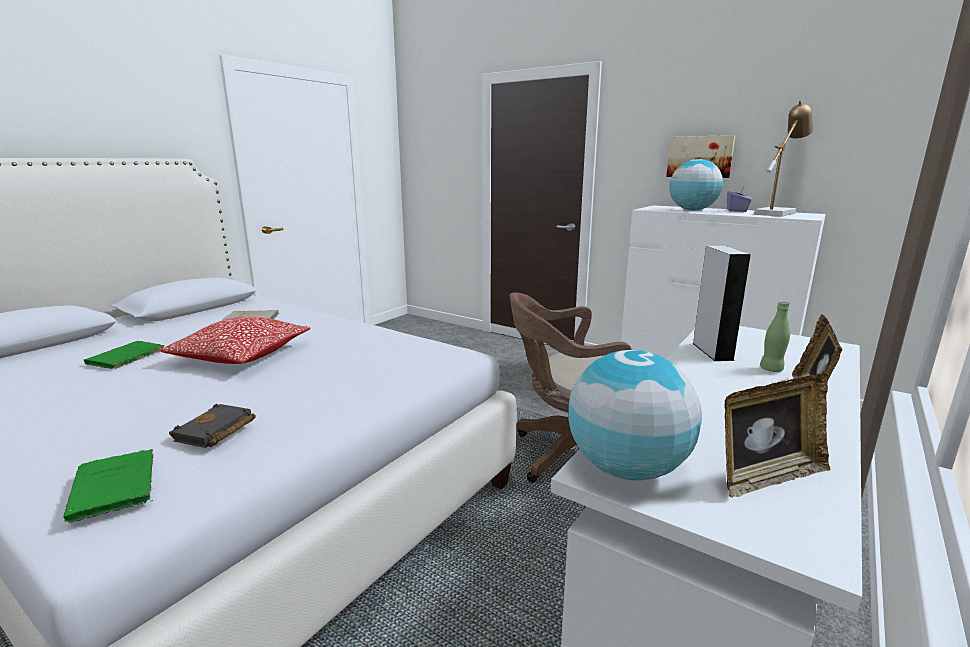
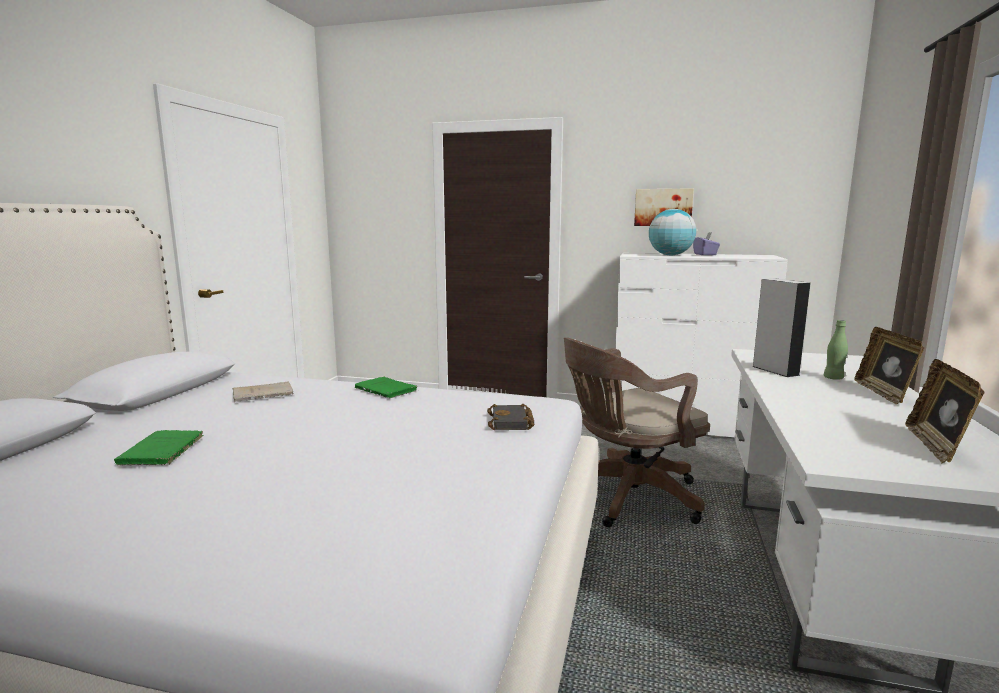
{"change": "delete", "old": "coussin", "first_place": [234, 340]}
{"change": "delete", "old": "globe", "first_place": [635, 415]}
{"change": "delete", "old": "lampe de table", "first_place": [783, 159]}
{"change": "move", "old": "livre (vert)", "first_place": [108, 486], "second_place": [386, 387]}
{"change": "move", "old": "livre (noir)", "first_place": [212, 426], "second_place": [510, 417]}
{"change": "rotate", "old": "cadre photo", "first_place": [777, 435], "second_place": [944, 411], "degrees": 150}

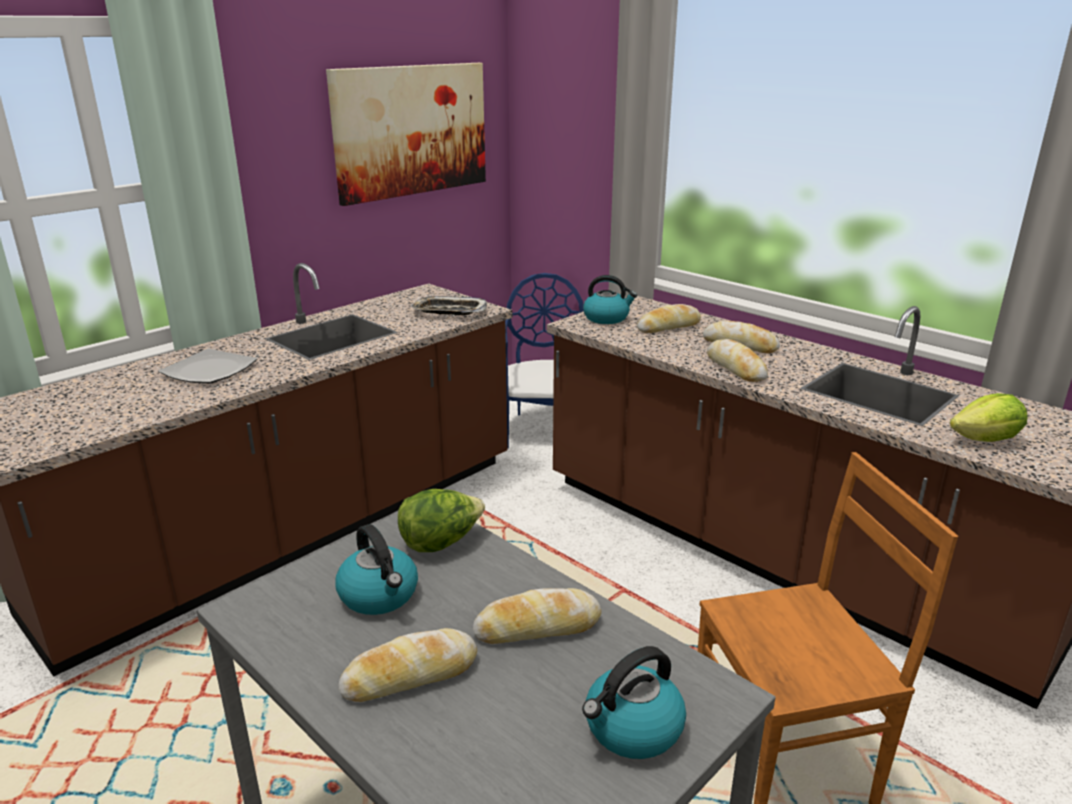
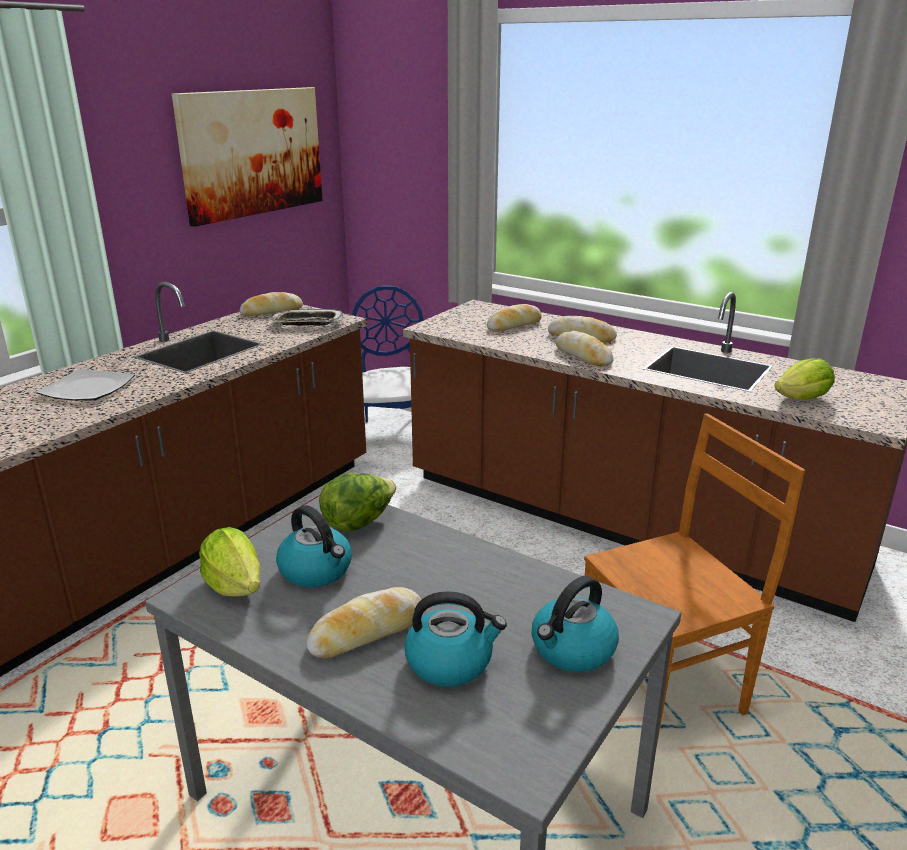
{"change": "insert", "new": "laitue", "second_place": [229, 562]}
{"change": "move", "old": "pain", "first_place": [537, 616], "second_place": [271, 304]}
{"change": "move", "old": "bouilloire", "first_place": [610, 299], "second_place": [455, 639]}

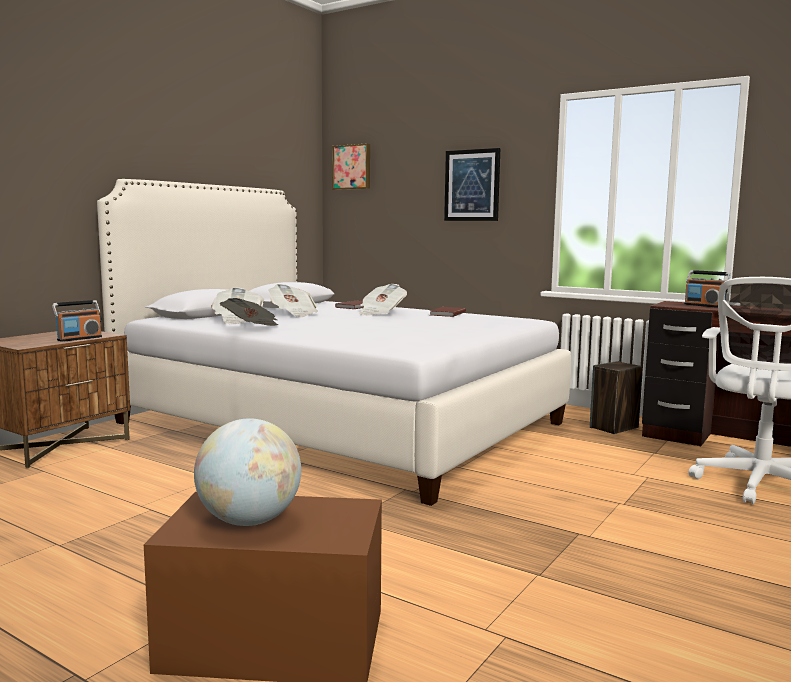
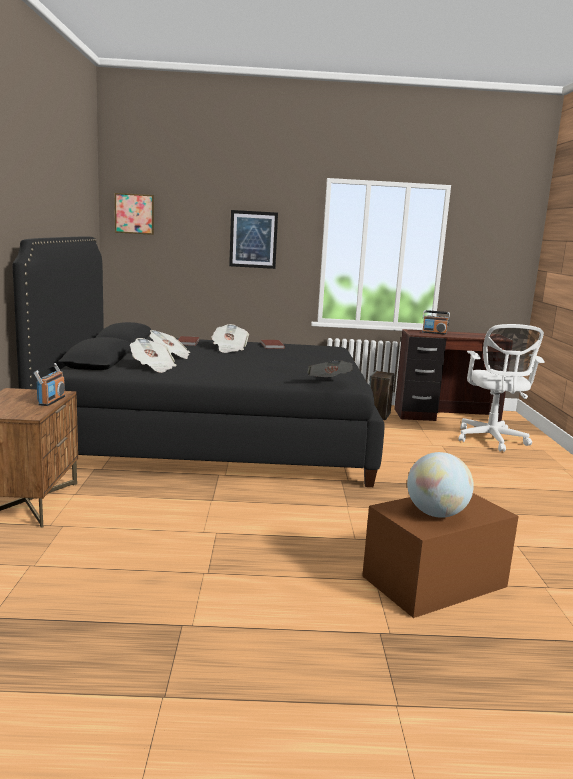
{"change": "move", "old": "journal", "first_place": [249, 312], "second_place": [330, 368]}
{"change": "recolor", "old": "lit (blanc)", "new": "lit (noir)", "first_place": [334, 342], "second_place": [198, 361]}

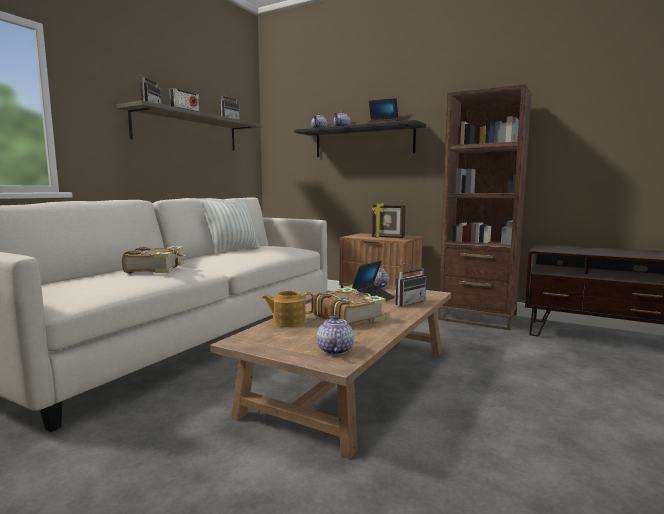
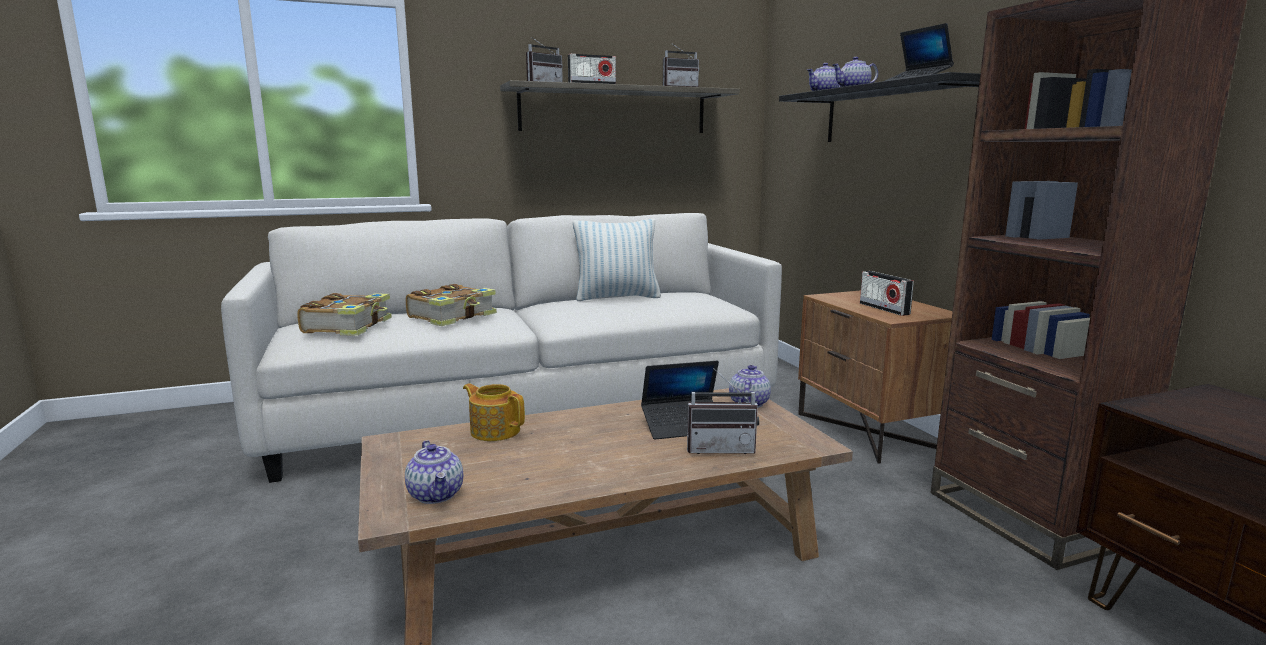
{"change": "move", "old": "livre", "first_place": [348, 306], "second_place": [344, 314]}
{"change": "replace", "old": "cadre photo", "new": "radio", "first_place": [389, 220], "second_place": [887, 293]}
{"change": "rotate", "old": "théière", "first_place": [335, 335], "second_place": [434, 472], "degrees": 120}

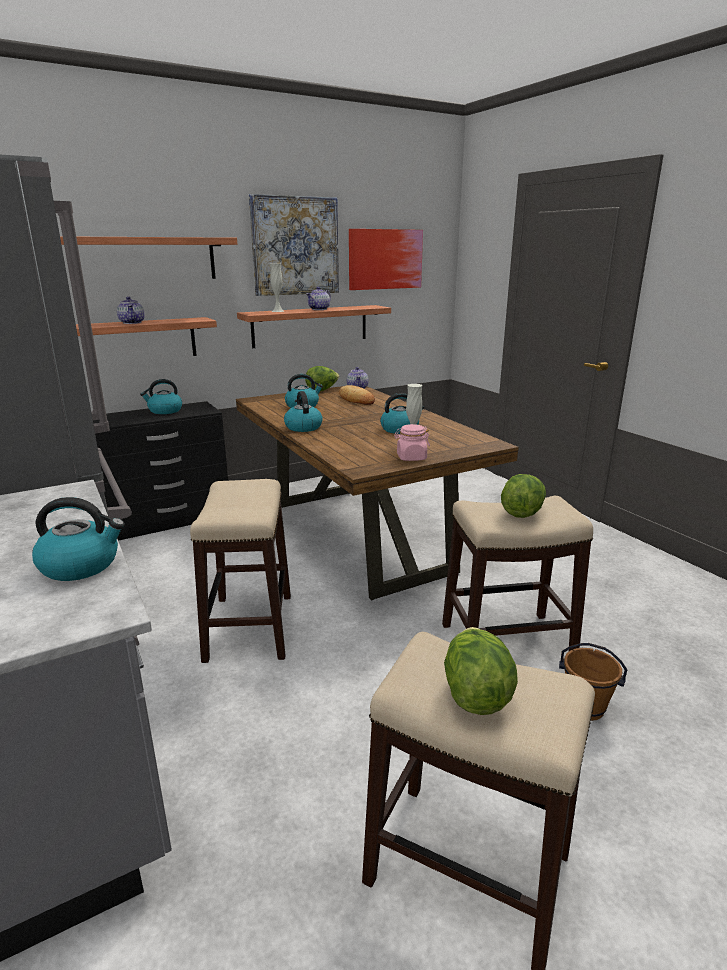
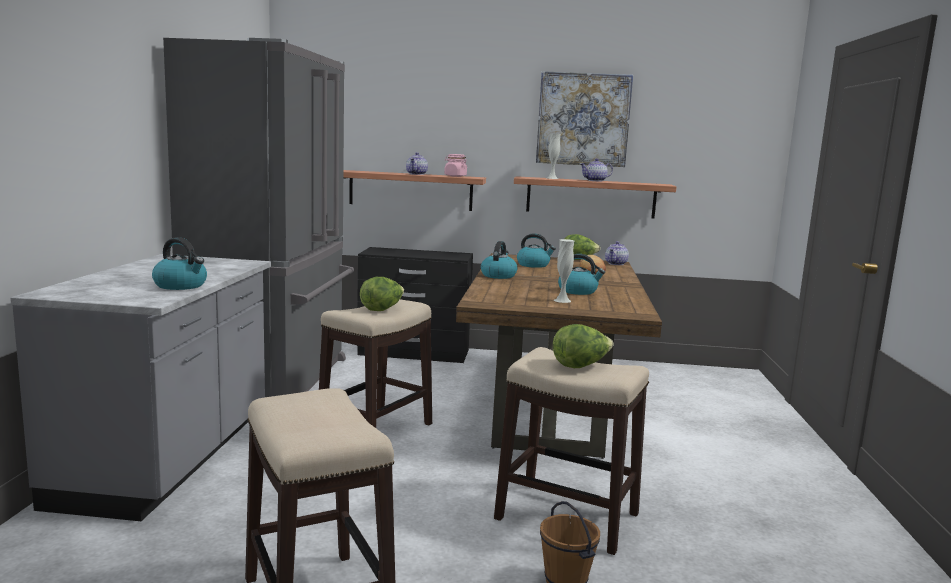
{"change": "delete", "old": "étagère", "first_place": [148, 257]}
{"change": "delete", "old": "bouilloire", "first_place": [161, 396]}
{"change": "delete", "old": "tableau", "first_place": [386, 259]}
{"change": "move", "old": "bocal (rose)", "first_place": [412, 442], "second_place": [455, 165]}
{"change": "move", "old": "laitue", "first_place": [481, 671], "second_place": [382, 294]}

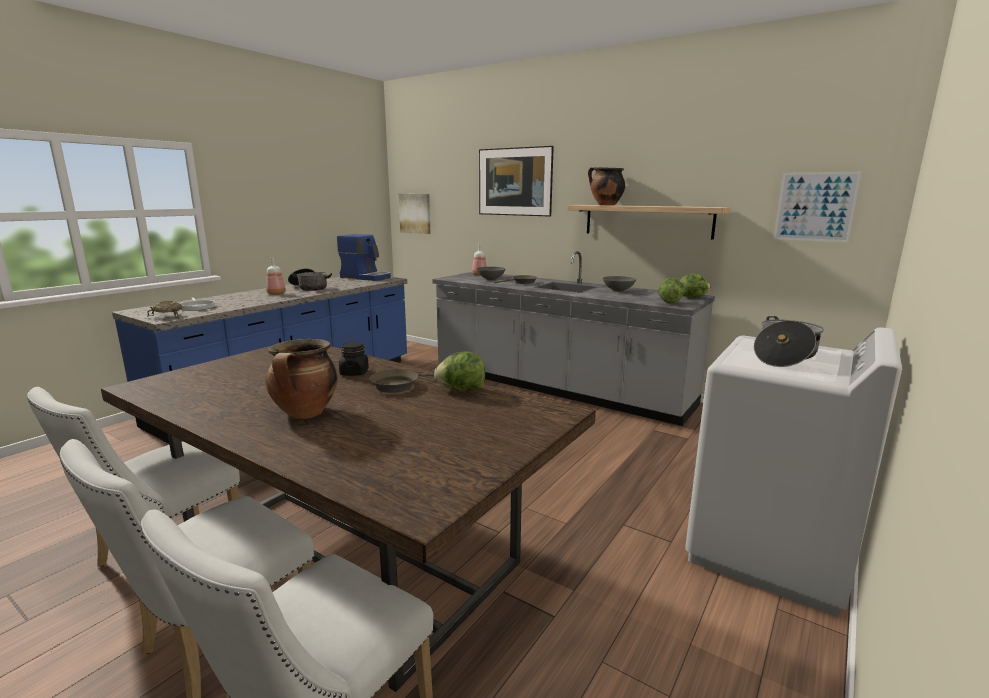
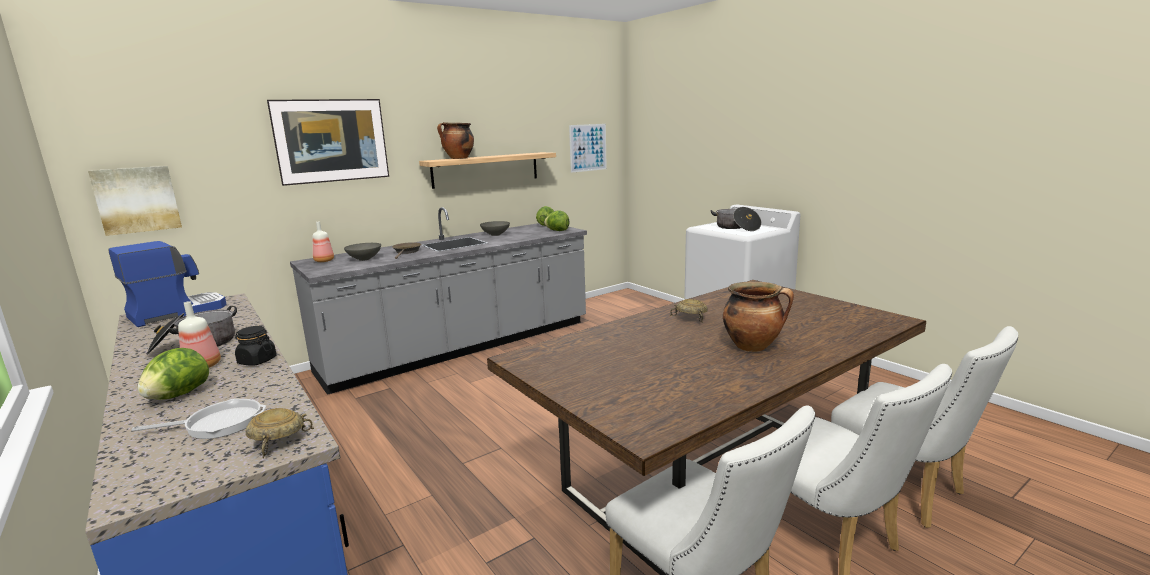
{"change": "move", "old": "bocal (noir)", "first_place": [354, 359], "second_place": [256, 346]}
{"change": "move", "old": "laitue", "first_place": [459, 371], "second_place": [173, 374]}
{"change": "replace", "old": "poêle (marron)", "new": "bol (beige)", "first_place": [401, 381], "second_place": [688, 311]}

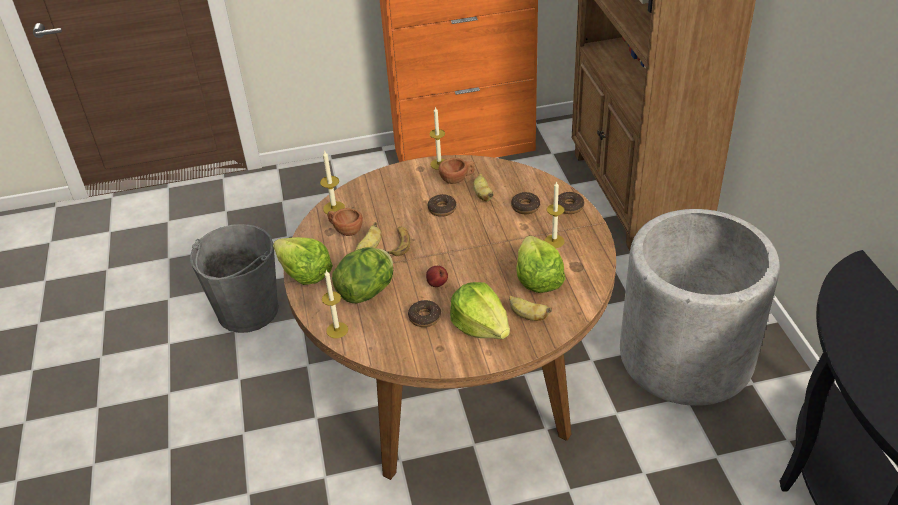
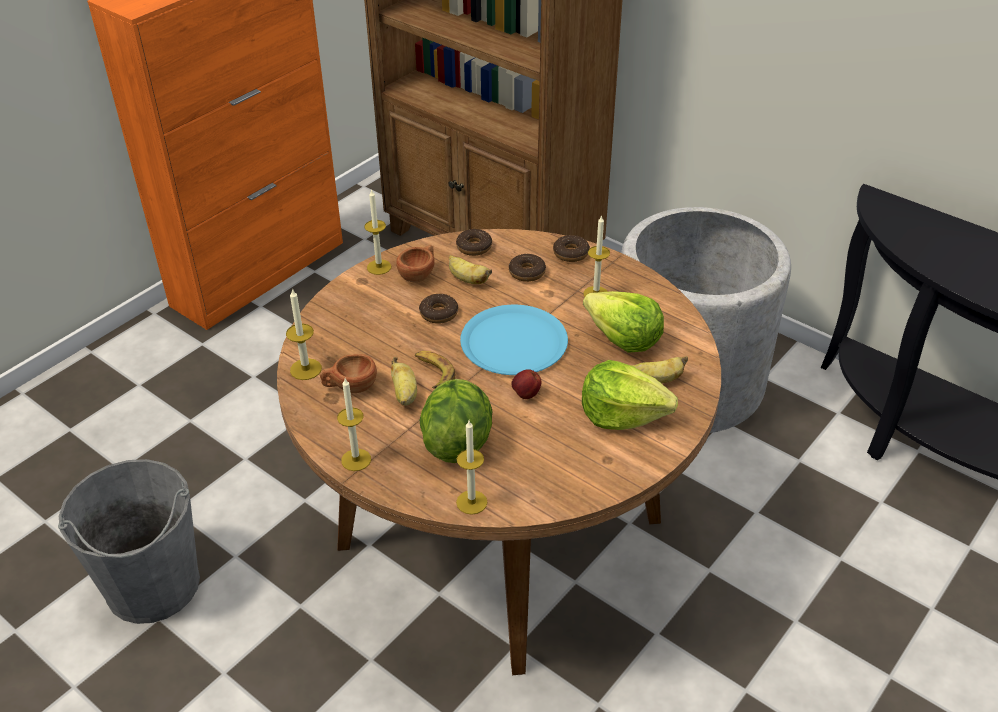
{"change": "insert", "new": "assiette (bleu)", "second_place": [514, 340]}
{"change": "move", "old": "beignet", "first_place": [424, 313], "second_place": [474, 242]}
{"change": "replace", "old": "laitue", "new": "bougie", "first_place": [303, 261], "second_place": [354, 424]}

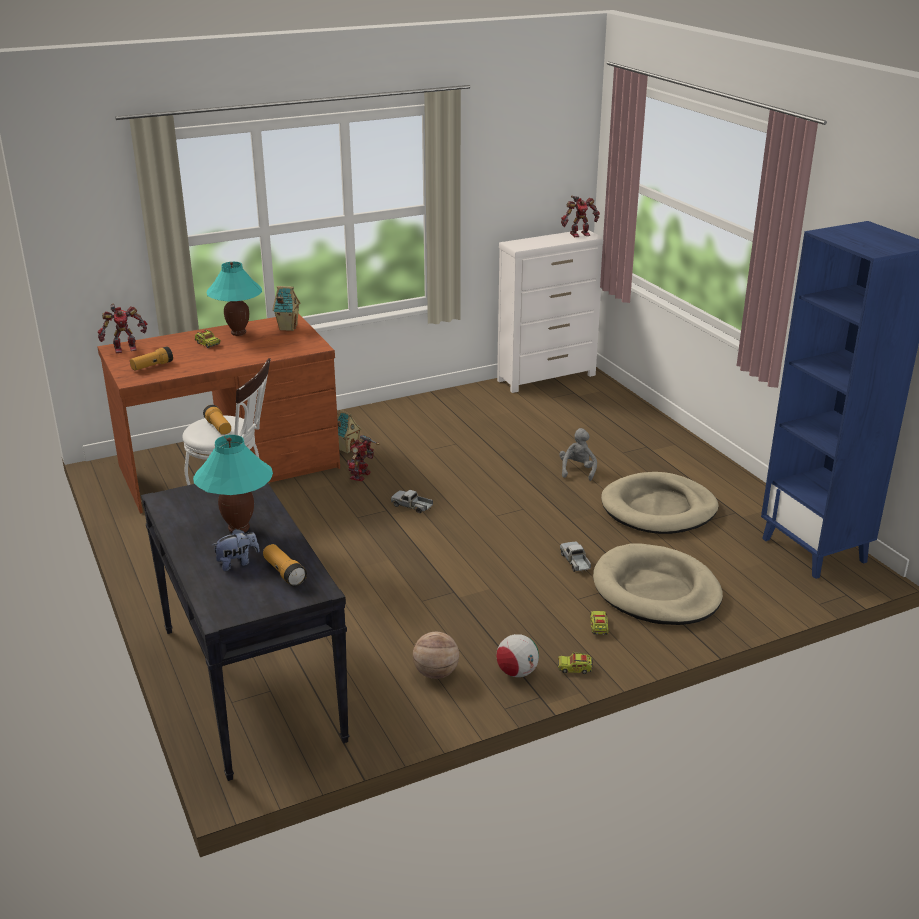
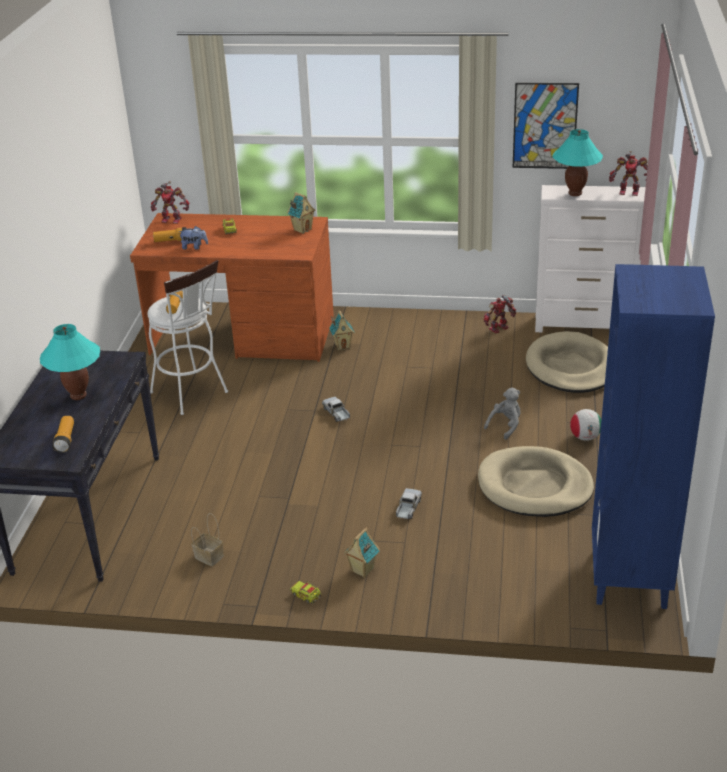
{"change": "insert", "new": "tableau", "second_place": [546, 126]}
{"change": "move", "old": "lampe de table (turquoise)", "first_place": [234, 299], "second_place": [577, 162]}
{"change": "move", "old": "peluche", "first_place": [236, 550], "second_place": [193, 238]}
{"change": "move", "old": "robot jouet", "first_place": [363, 458], "second_place": [500, 314]}
{"change": "move", "old": "ballon de foot", "first_place": [517, 655], "second_place": [585, 425]}
{"change": "move", "old": "panier pour chien (beige)", "first_place": [658, 584], "second_place": [567, 362]}
{"change": "replace", "old": "ballon de basket", "new": "panier", "first_place": [436, 655], "second_place": [207, 539]}
{"change": "replace", "old": "camion jouet", "new": "maison miniature", "first_place": [599, 623], "second_place": [362, 553]}

